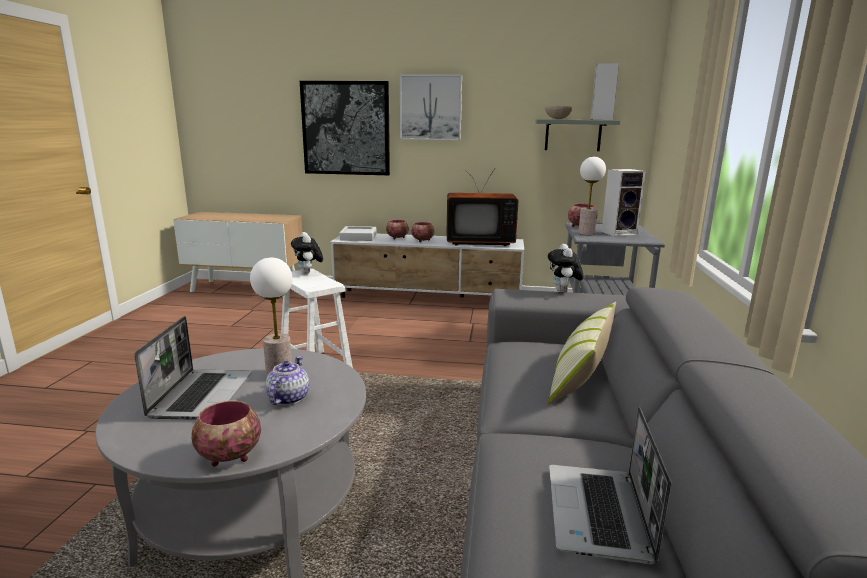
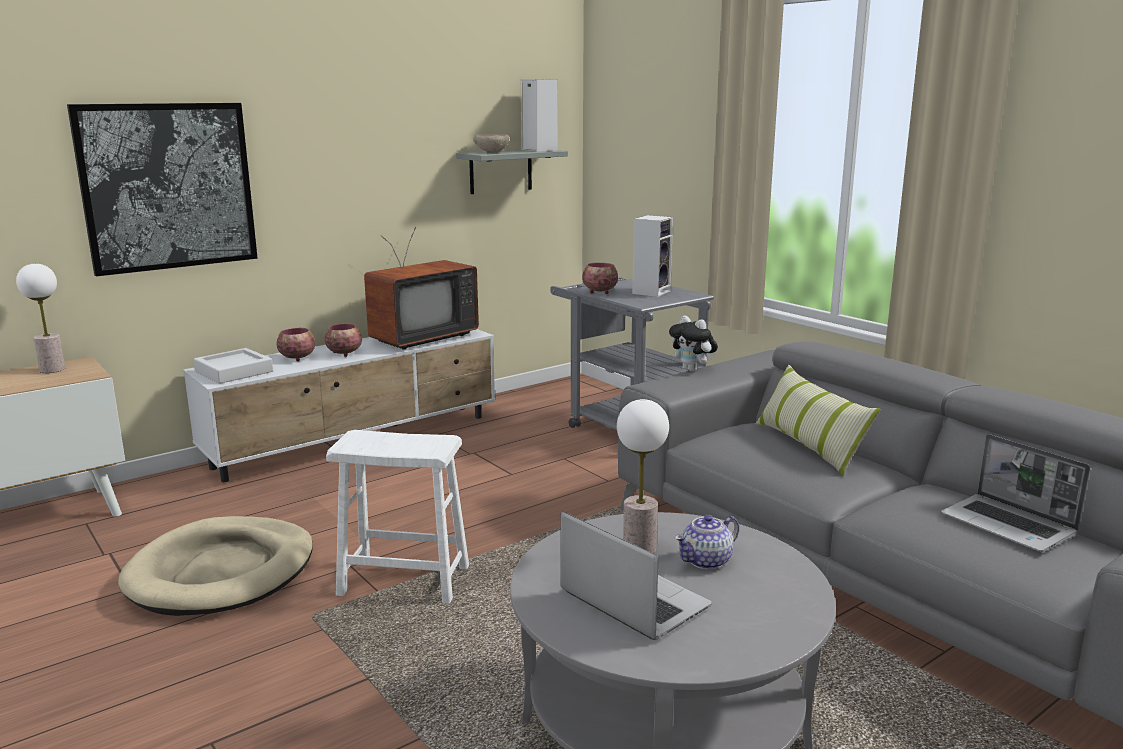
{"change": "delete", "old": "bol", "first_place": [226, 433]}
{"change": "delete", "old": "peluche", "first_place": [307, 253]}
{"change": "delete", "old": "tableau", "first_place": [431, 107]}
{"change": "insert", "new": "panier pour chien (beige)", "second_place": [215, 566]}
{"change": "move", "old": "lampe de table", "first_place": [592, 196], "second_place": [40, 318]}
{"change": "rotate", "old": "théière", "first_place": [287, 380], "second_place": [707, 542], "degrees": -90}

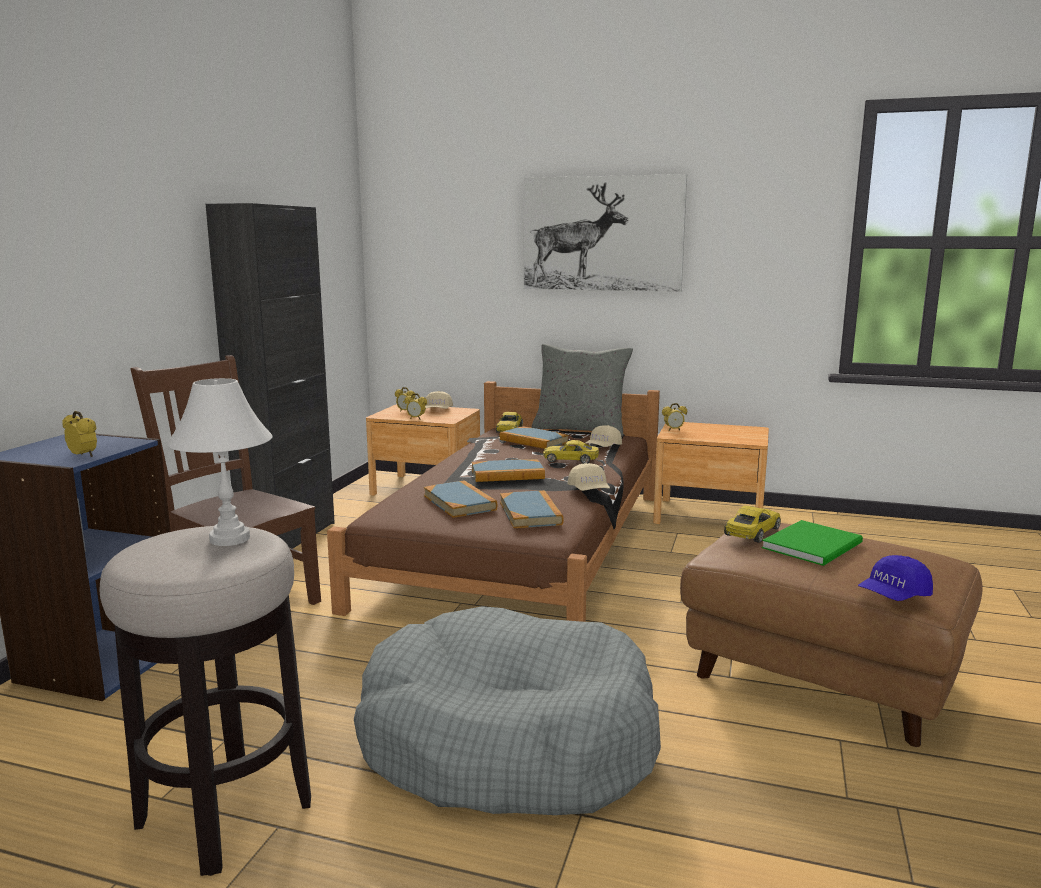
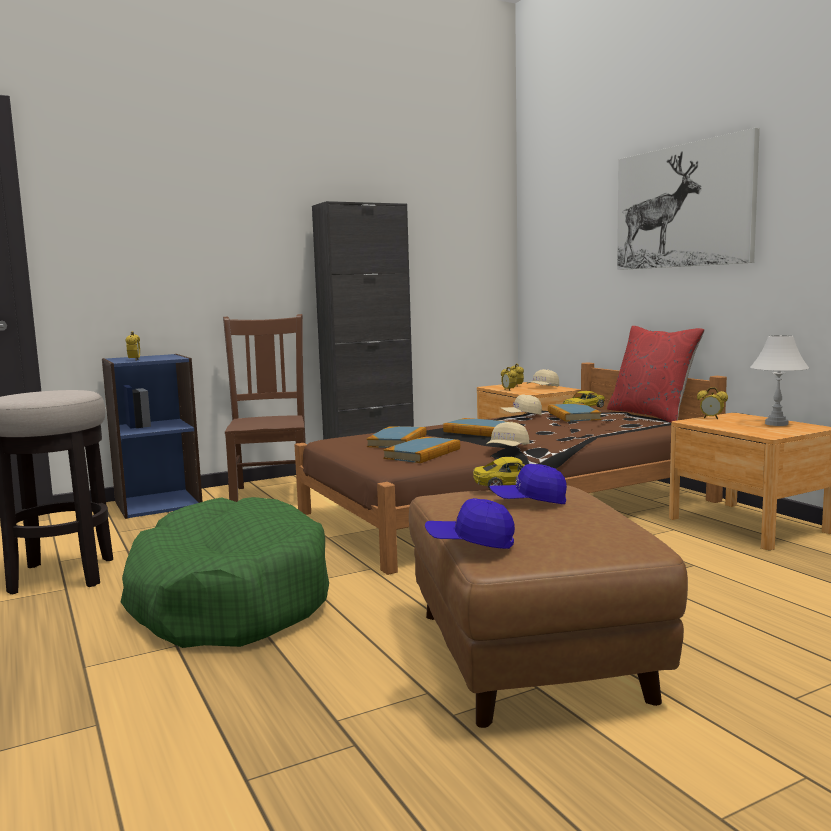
{"change": "delete", "old": "petite voiture (jaune)", "first_place": [571, 452]}
{"change": "move", "old": "lampe de table (blanc)", "first_place": [219, 462], "second_place": [779, 380]}
{"change": "move", "old": "casquette (beige)", "first_place": [603, 436], "second_place": [521, 404]}
{"change": "replace", "old": "livre (vert)", "new": "casquette (bleu)", "first_place": [812, 543], "second_place": [528, 484]}
{"change": "recolor", "old": "panier pour chien (gris)", "new": "panier pour chien (vert)", "first_place": [507, 710], "second_place": [225, 572]}
{"change": "recolor", "old": "coussin (gris)", "new": "coussin (rouge)", "first_place": [582, 390], "second_place": [656, 374]}

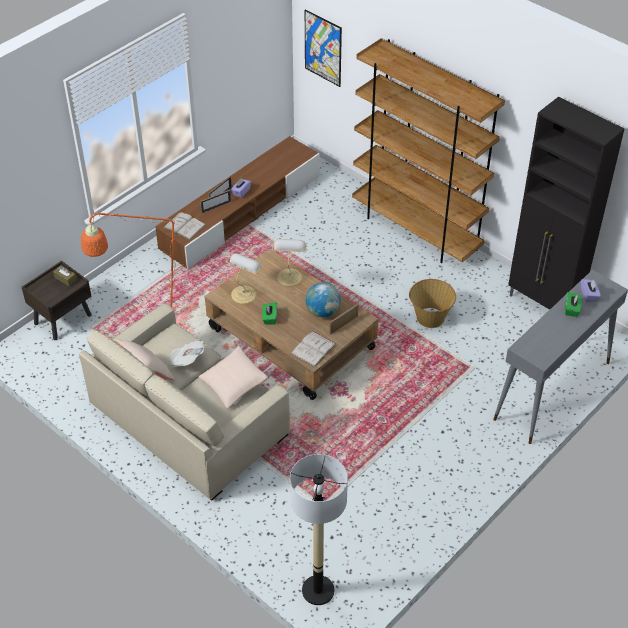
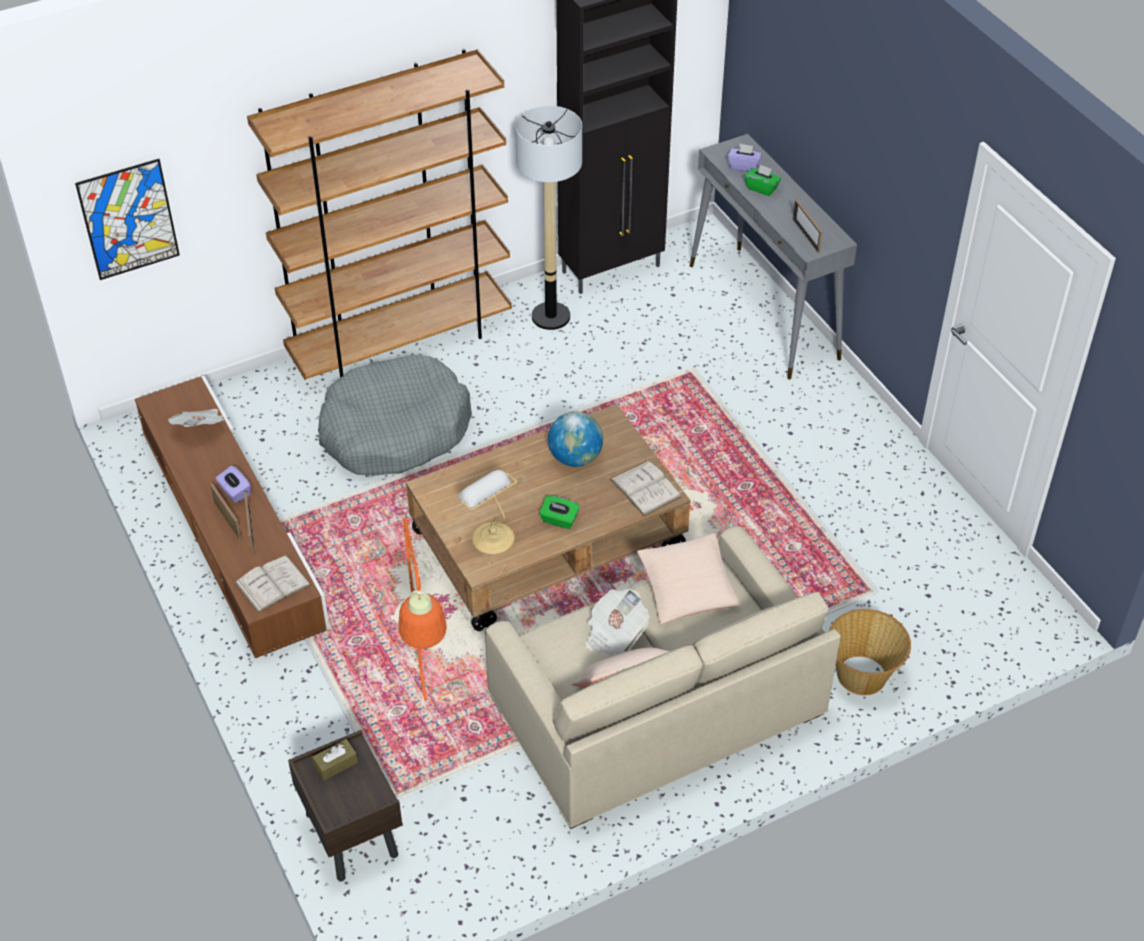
{"change": "delete", "old": "lampe de table", "first_place": [289, 262]}
{"change": "insert", "new": "journal", "second_place": [196, 418]}
{"change": "insert", "new": "panier pour chien (gris)", "second_place": [395, 415]}
{"change": "move", "old": "lampadaire", "first_place": [319, 529], "second_place": [548, 218]}
{"change": "move", "old": "cadre photo", "first_place": [343, 319], "second_place": [807, 226]}
{"change": "move", "old": "panier", "first_place": [432, 303], "second_place": [870, 652]}

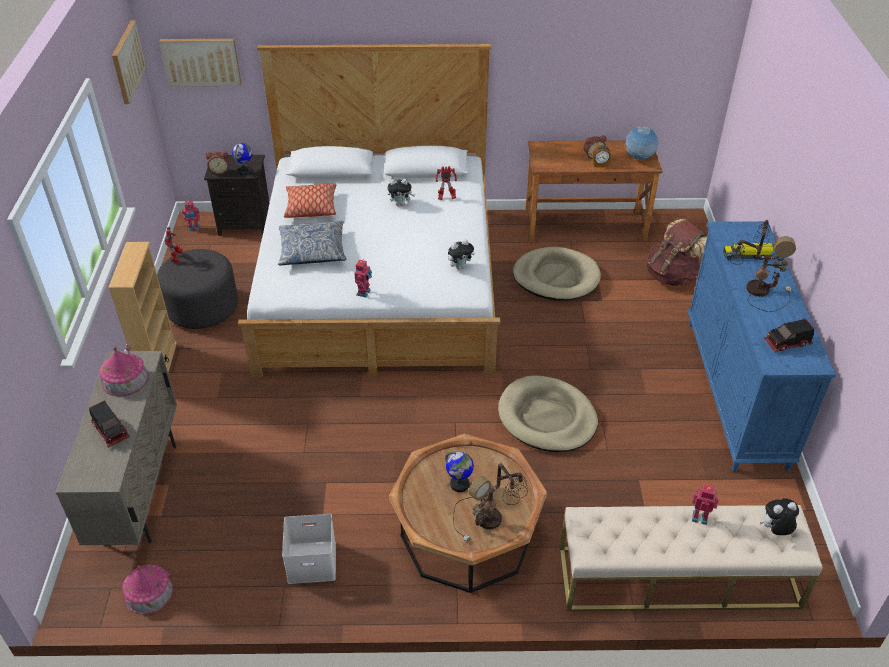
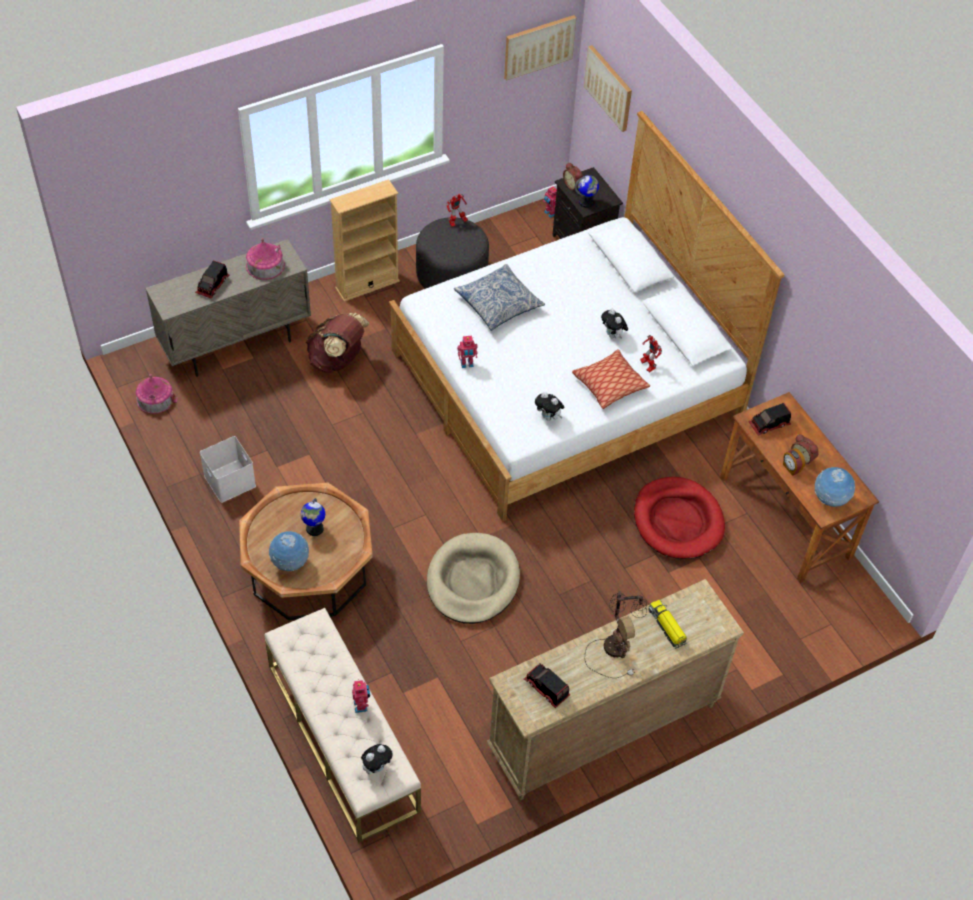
{"change": "insert", "new": "camion jouet", "second_place": [769, 419]}
{"change": "move", "old": "coussin", "first_place": [310, 200], "second_place": [611, 379]}
{"change": "move", "old": "sac à dos (marron)", "first_place": [677, 252], "second_place": [338, 343]}
{"change": "replace", "old": "lampe de table", "new": "globe", "first_place": [490, 502], "second_place": [289, 551]}
{"change": "recolor", "old": "panier pour chien (beige)", "new": "panier pour chien (rouge)", "first_place": [557, 274], "second_place": [679, 518]}
{"change": "recolor", "old": "commode (bleu)", "new": "commode (beige)", "first_place": [761, 346], "second_place": [615, 689]}
{"change": "rotate", "old": "peluche", "first_place": [779, 516], "second_place": [377, 759], "degrees": 90}

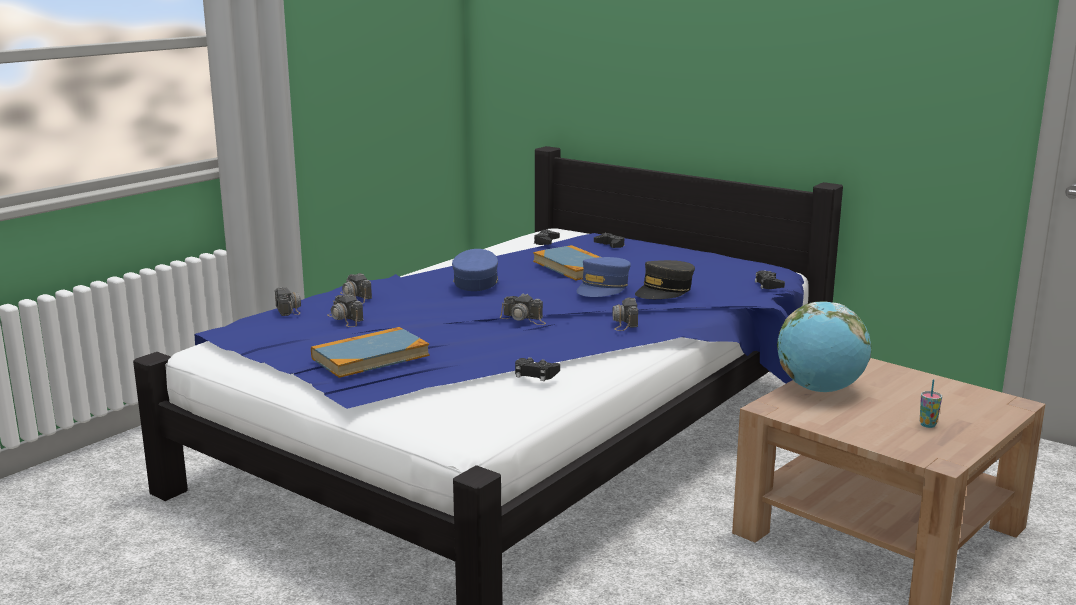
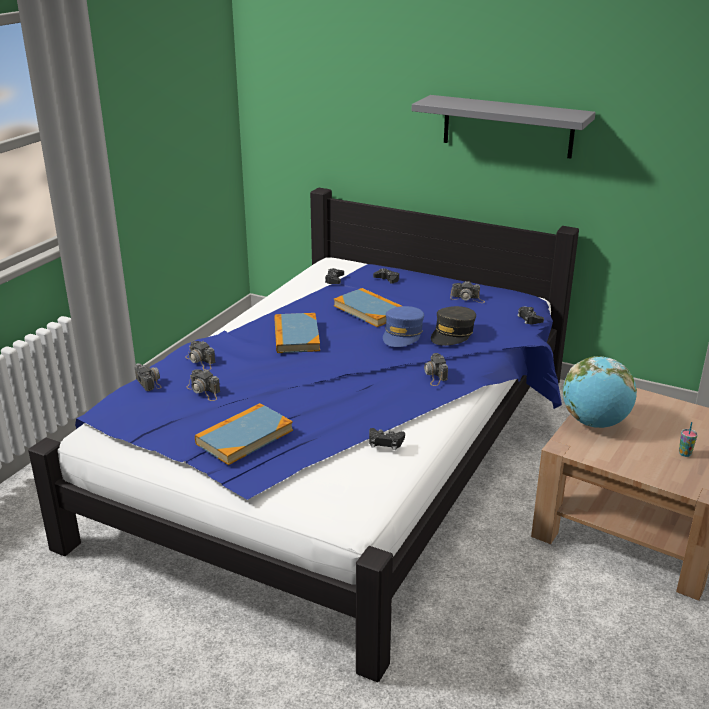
{"change": "insert", "new": "étagère (gris)", "second_place": [503, 127]}
{"change": "move", "old": "appareil photo", "first_place": [522, 309], "second_place": [467, 292]}
{"change": "replace", "old": "casquette (bleu)", "new": "livre", "first_place": [475, 270], "second_place": [297, 333]}

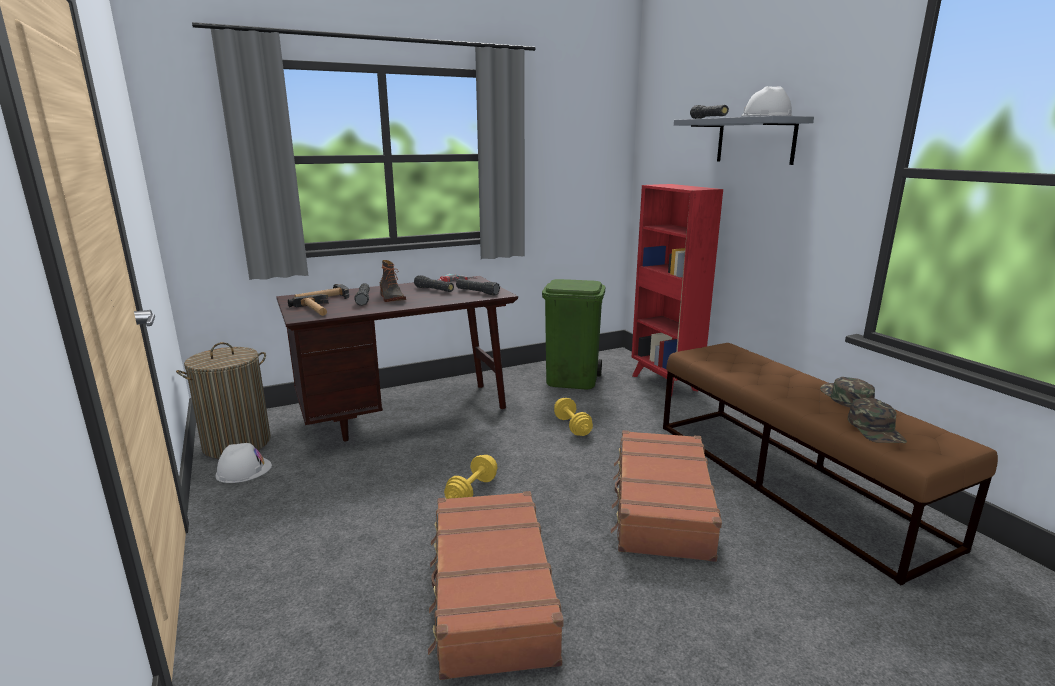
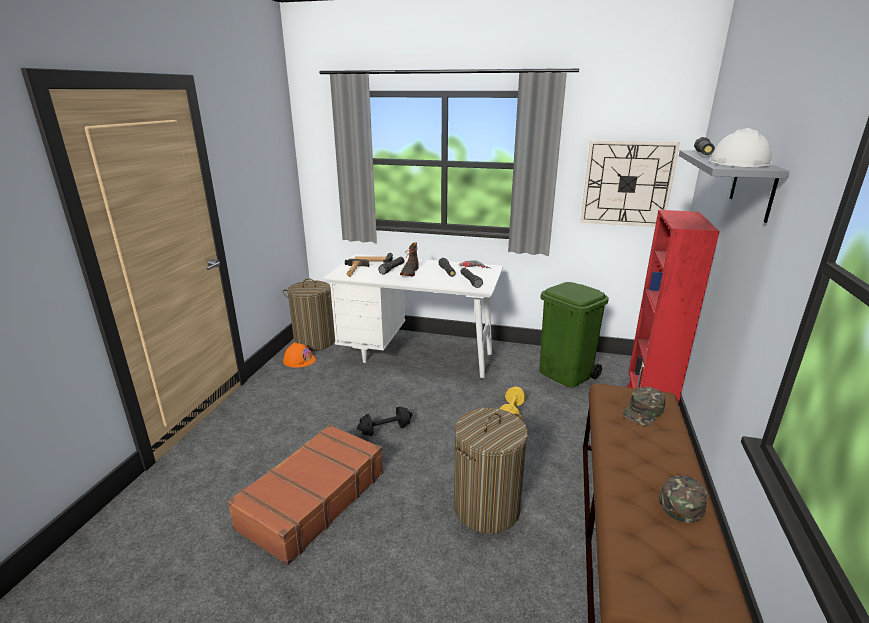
{"change": "insert", "new": "horloge murale", "second_place": [630, 183]}
{"change": "move", "old": "casquette (vert)", "first_place": [877, 420], "second_place": [644, 406]}
{"change": "replace", "old": "valise (marron)", "new": "panier à linge", "first_place": [666, 496], "second_place": [491, 470]}
{"change": "recolor", "old": "casque de chantier (blanc)", "new": "casque de chantier (orange)", "first_place": [244, 463], "second_place": [299, 355]}
{"change": "recolor", "old": "bureau (marron)", "new": "bureau (blanc)", "first_place": [397, 358], "second_place": [413, 316]}
{"change": "recolor", "old": "haltère (jaune)", "new": "haltère (noir)", "first_place": [470, 477], "second_place": [385, 421]}

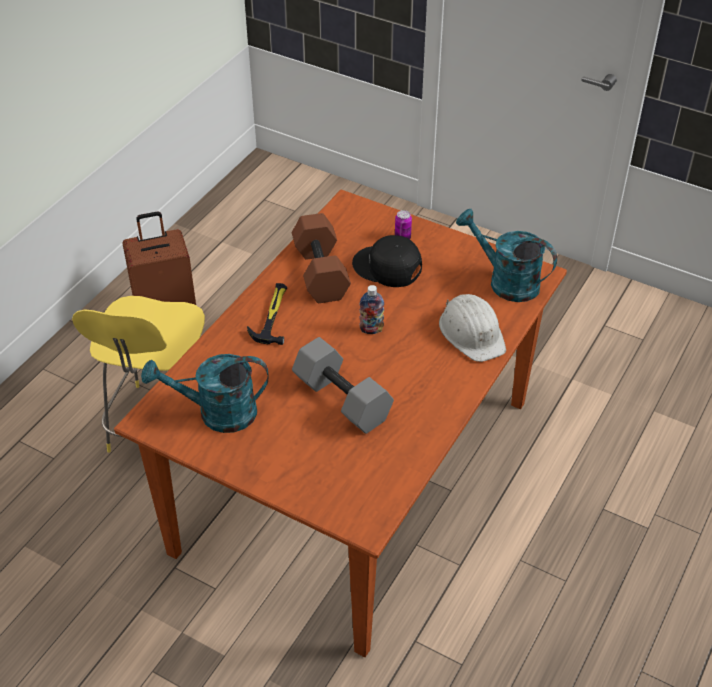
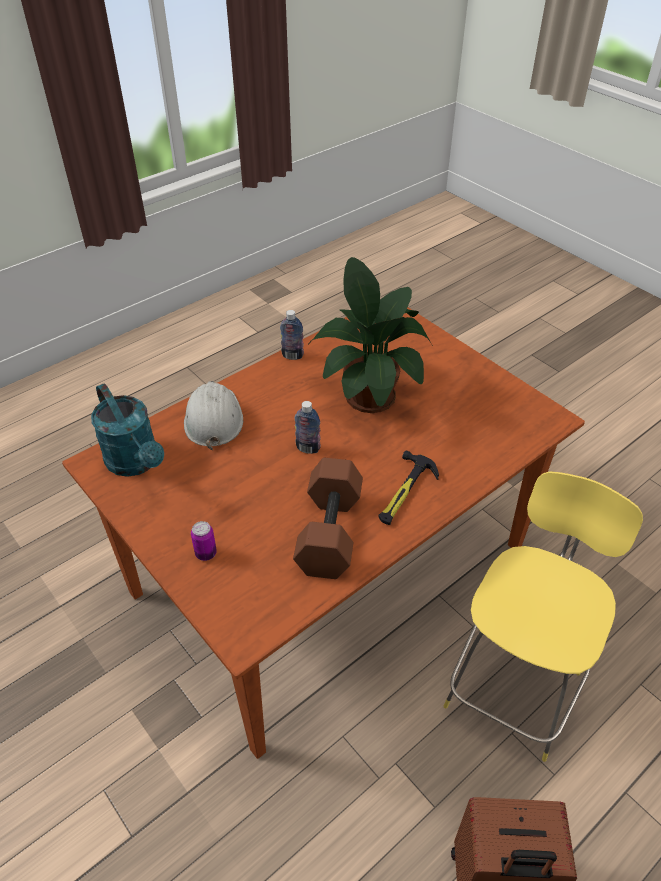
{"change": "delete", "old": "arrosoir (turquoise)", "first_place": [204, 393]}
{"change": "delete", "old": "casquette (noir)", "first_place": [387, 261]}
{"change": "insert", "new": "bouteille", "second_place": [292, 335]}
{"change": "replace", "old": "haltère (gris)", "new": "plante en pot", "first_place": [343, 385], "second_place": [370, 335]}

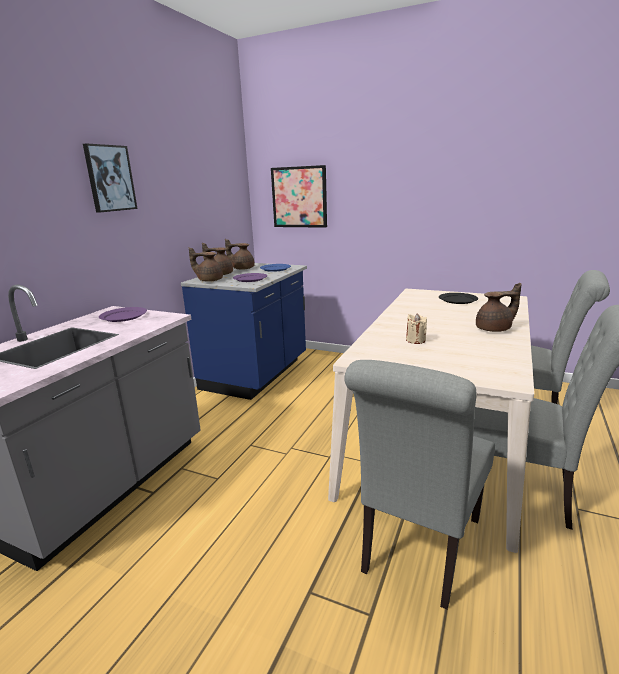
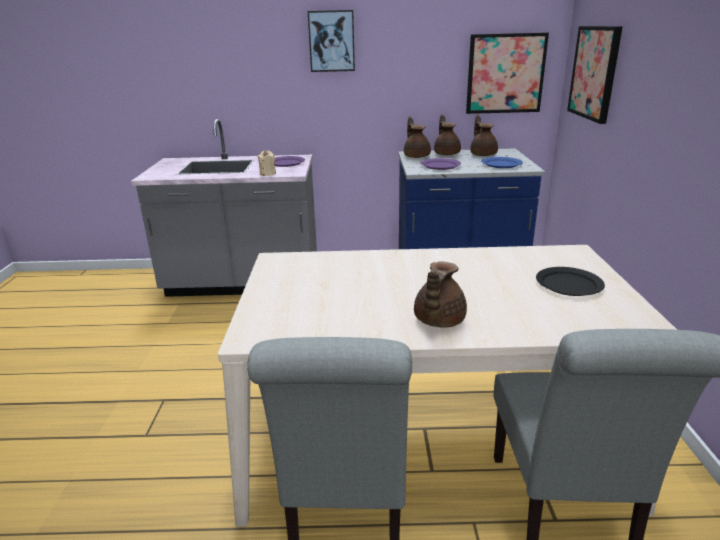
{"change": "delete", "old": "chaise (gris)", "first_place": [419, 485]}
{"change": "insert", "new": "tableau", "second_place": [507, 73]}
{"change": "move", "old": "bougie (beige)", "first_place": [416, 328], "second_place": [267, 163]}
{"change": "rotate", "old": "théière (marron)", "first_place": [498, 307], "second_place": [440, 295], "degrees": 60}

